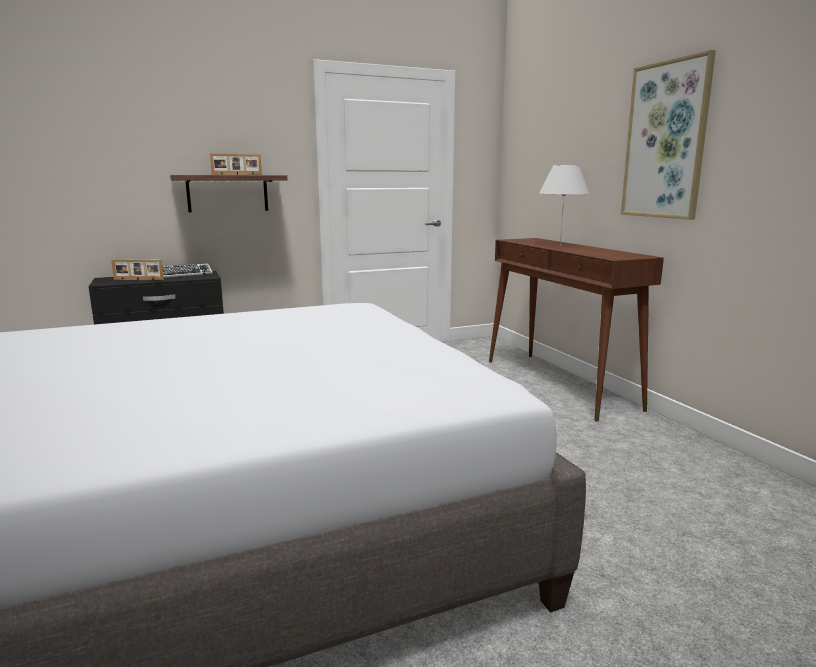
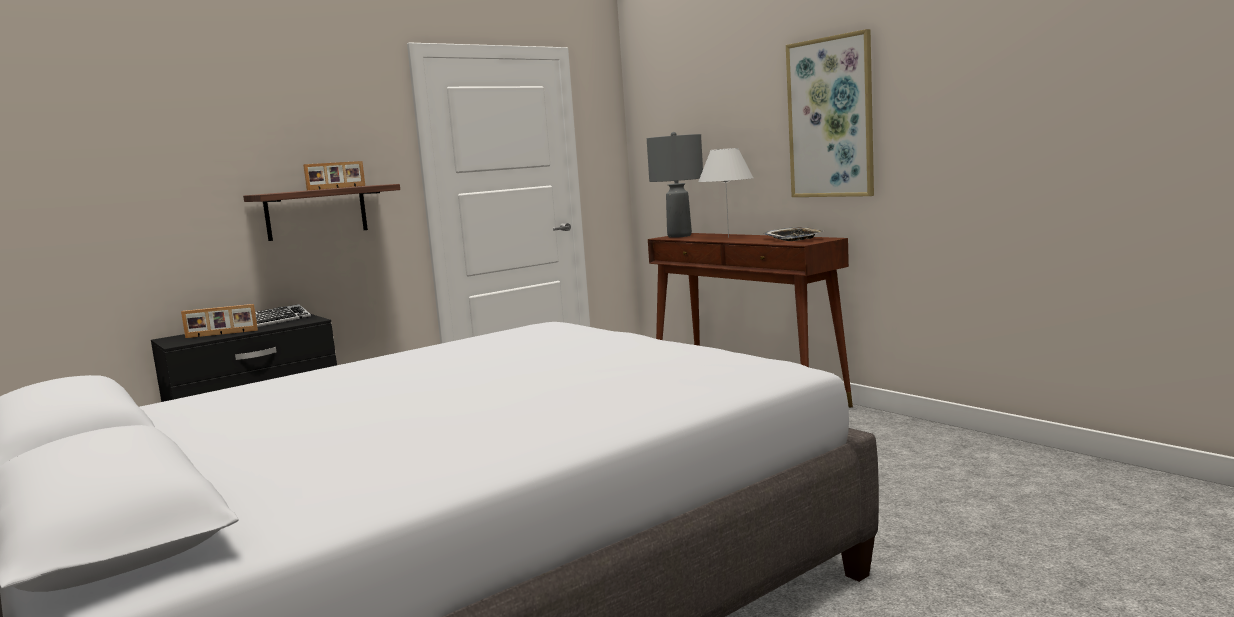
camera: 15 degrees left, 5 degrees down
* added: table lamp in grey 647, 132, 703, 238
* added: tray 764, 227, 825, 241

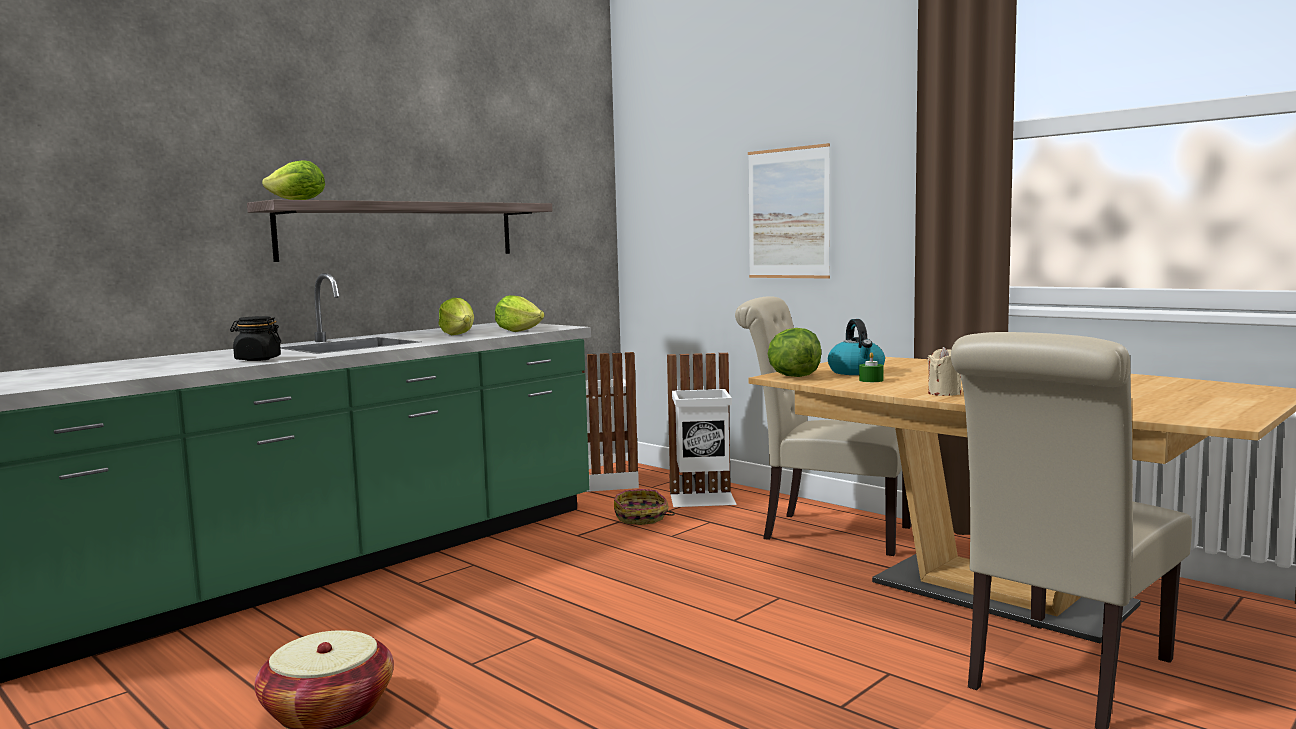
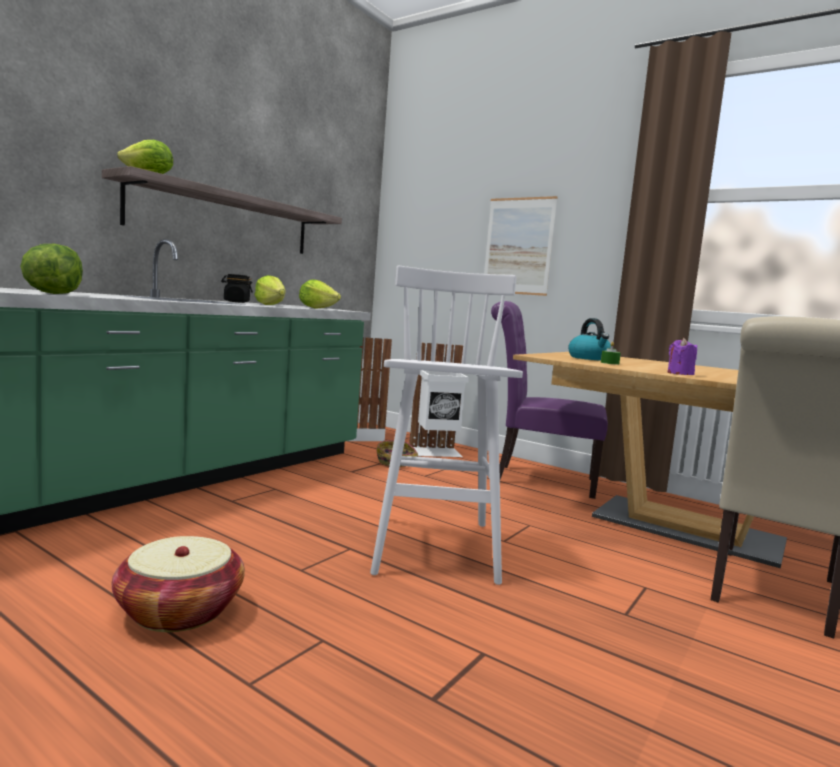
camera: 10 degrees left, 0 degrees up
* moved: lettuce 767, 328, 821, 377 to 20, 244, 83, 294
* moved: jar in black 230, 316, 281, 361 to 221, 274, 253, 303
* added: stool in white 370, 266, 523, 585
* recoloured: chair in beige 735, 296, 911, 556 to chair in purple 491, 301, 608, 499
* recoloured: candle in beige 927, 347, 961, 396 to candle in purple 668, 338, 697, 375

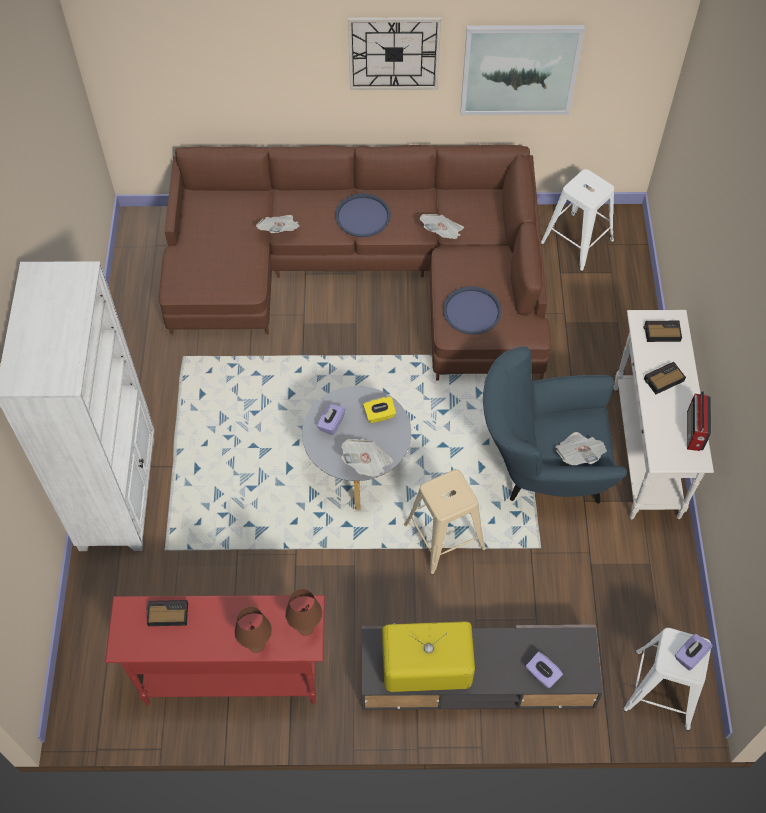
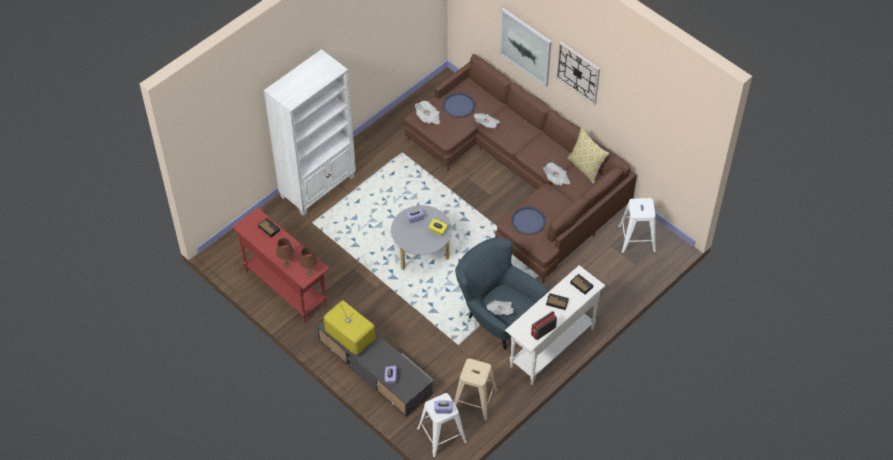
camera: 45 degrees right, 5 degrees down
* moved: newspaper 341, 439, 393, 477 to 415, 101, 440, 124
* moved: tray in blue 335, 194, 391, 237 to 443, 92, 475, 118
* moved: stool in beige 404, 469, 486, 575 to 454, 358, 498, 421
* moved: picture 460, 25, 585, 115 to 499, 8, 552, 87
* added: pillow 568, 127, 609, 184

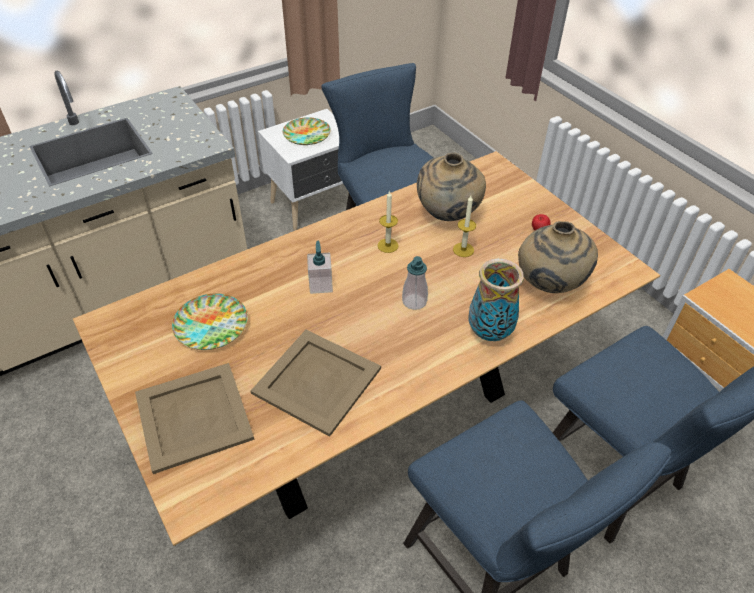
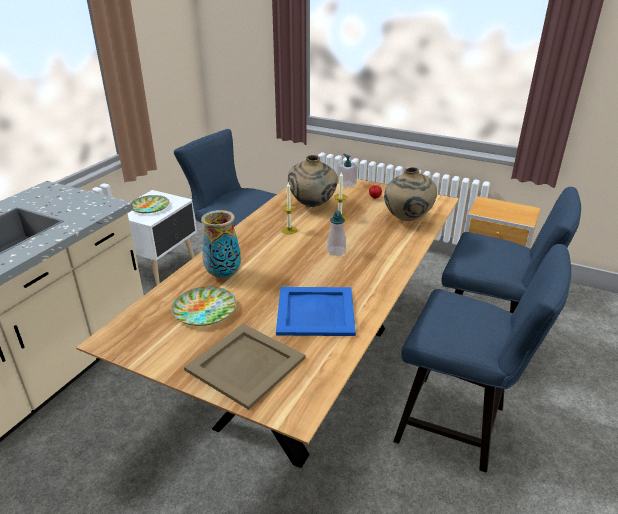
camera: 30 degrees left, 15 degrees down
* moved: vase 469, 259, 524, 341 to 201, 210, 241, 279
* recoloured: tray in beige 251, 330, 381, 437 to tray in blue 276, 287, 356, 336
* moved: soap dispenser 307, 241, 333, 294 to 338, 154, 357, 188

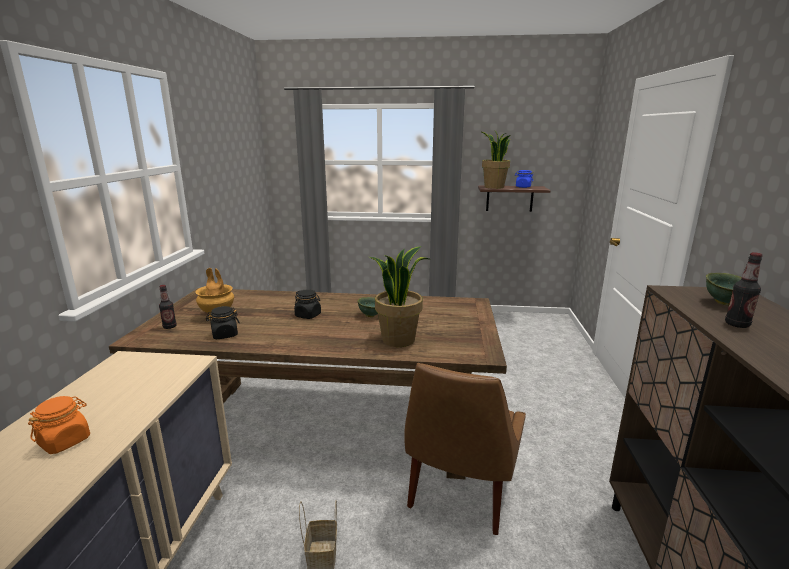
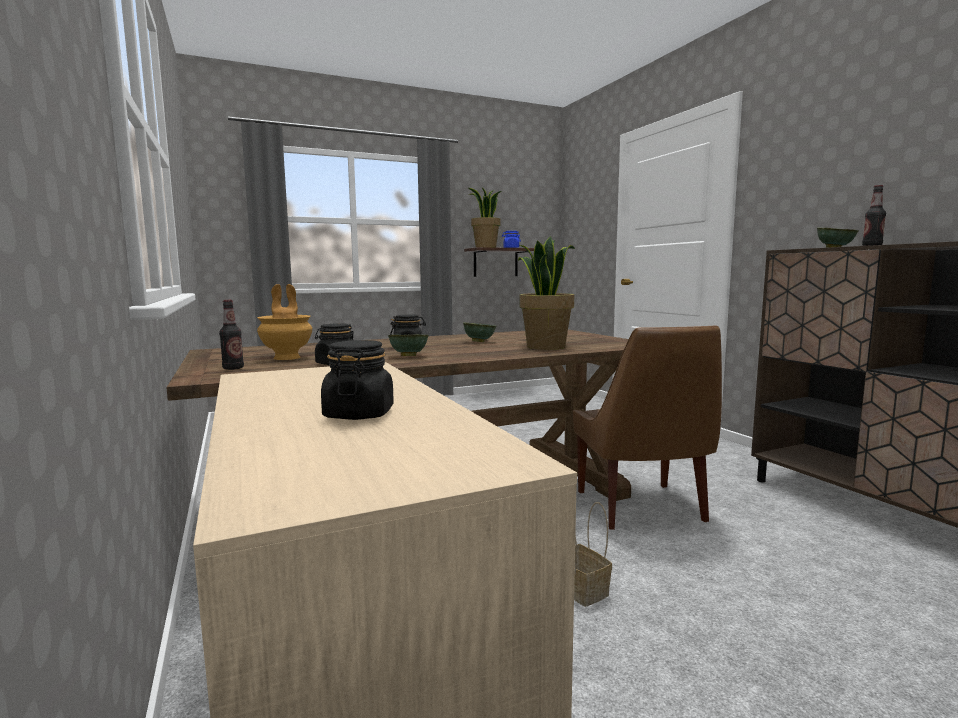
camera: 30 degrees left, 10 degrees down
* recoloured: jar in orange 28, 396, 90, 454 to jar in black 321, 340, 394, 420
* added: bowl in green 388, 335, 429, 356

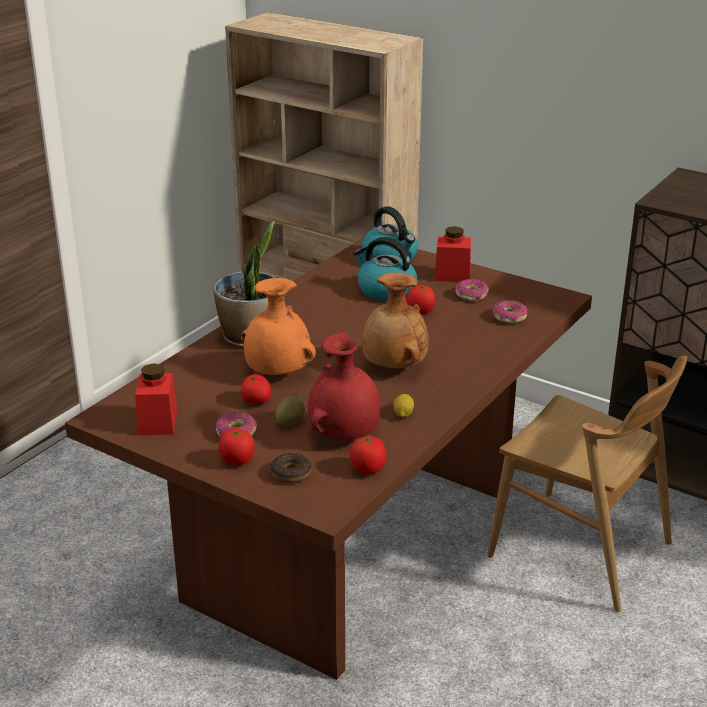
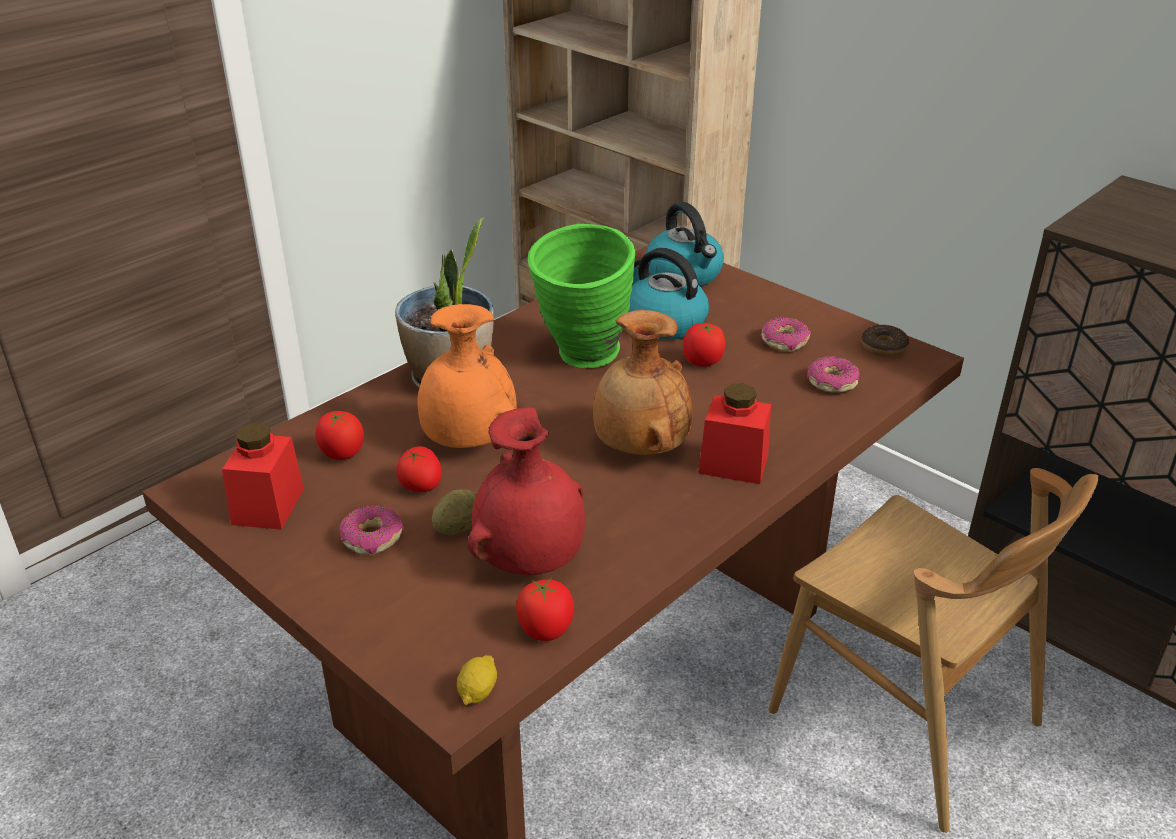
camera: 10 degrees right, 5 degrees up
* moved: tomato 219, 429, 255, 466 to 316, 411, 364, 460
* moved: lemon 394, 394, 414, 418 to 457, 655, 497, 705
* added: vase in green 528, 224, 635, 368
* moved: jar in red 434, 226, 471, 282 to 698, 383, 771, 484
* moved: donut 270, 453, 312, 483 to 861, 325, 909, 357

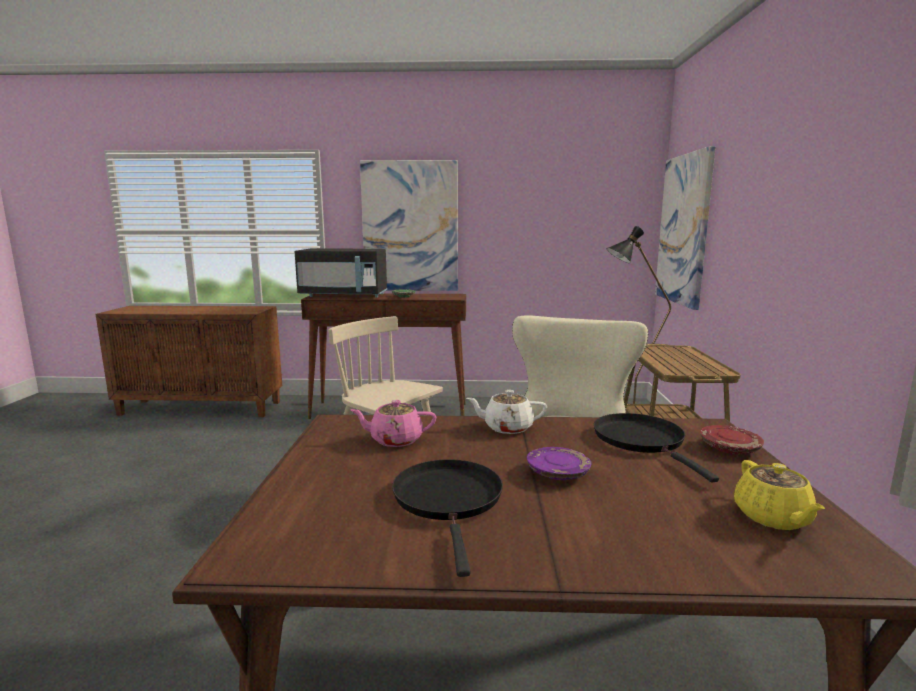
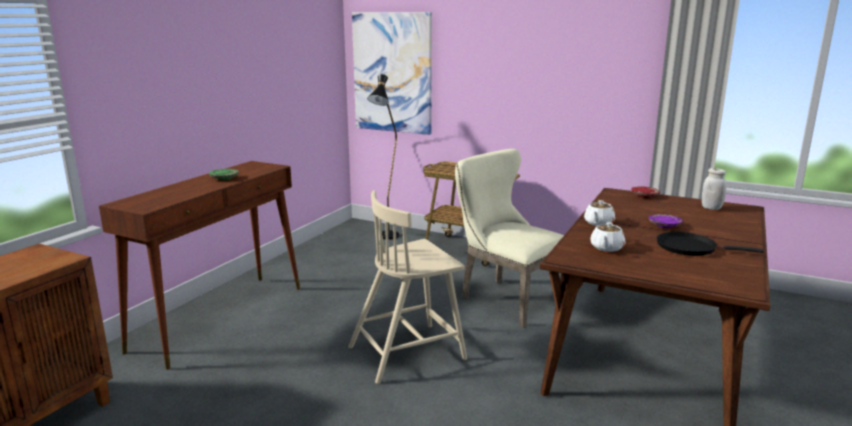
camera: 65 degrees left, 5 degrees up
* recoloured: teapot in pink 351, 400, 436, 447 to teapot in white 590, 222, 625, 252
* replaced: teapot in yellow 734, 460, 825, 530 to jar in white 702, 168, 726, 210
* removed: microwave in black 295, 248, 387, 298
* removed: picture 360, 160, 458, 291
* removed: frying pan in black 594, 413, 719, 483

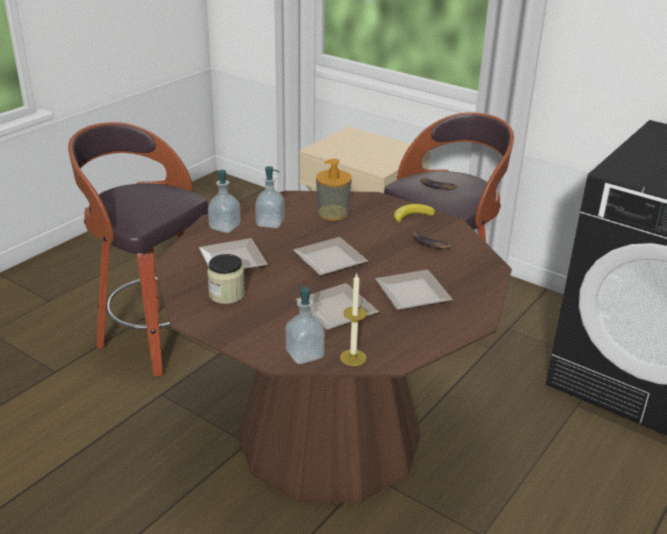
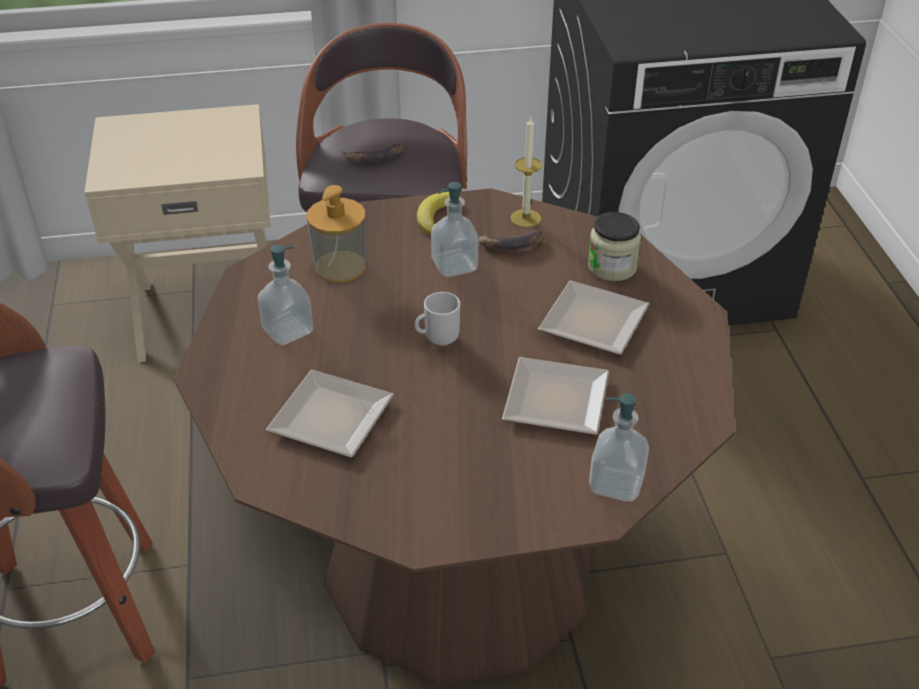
camera: 45 degrees left, 10 degrees up
* replaced: plate 293, 237, 368, 276 to mug 415, 292, 460, 346
* moved: soap dispenser 208, 170, 241, 233 to 431, 182, 478, 277
* moved: candle 340, 274, 367, 366 to 510, 116, 542, 228
* moved: jar 207, 254, 245, 304 to 588, 212, 641, 281

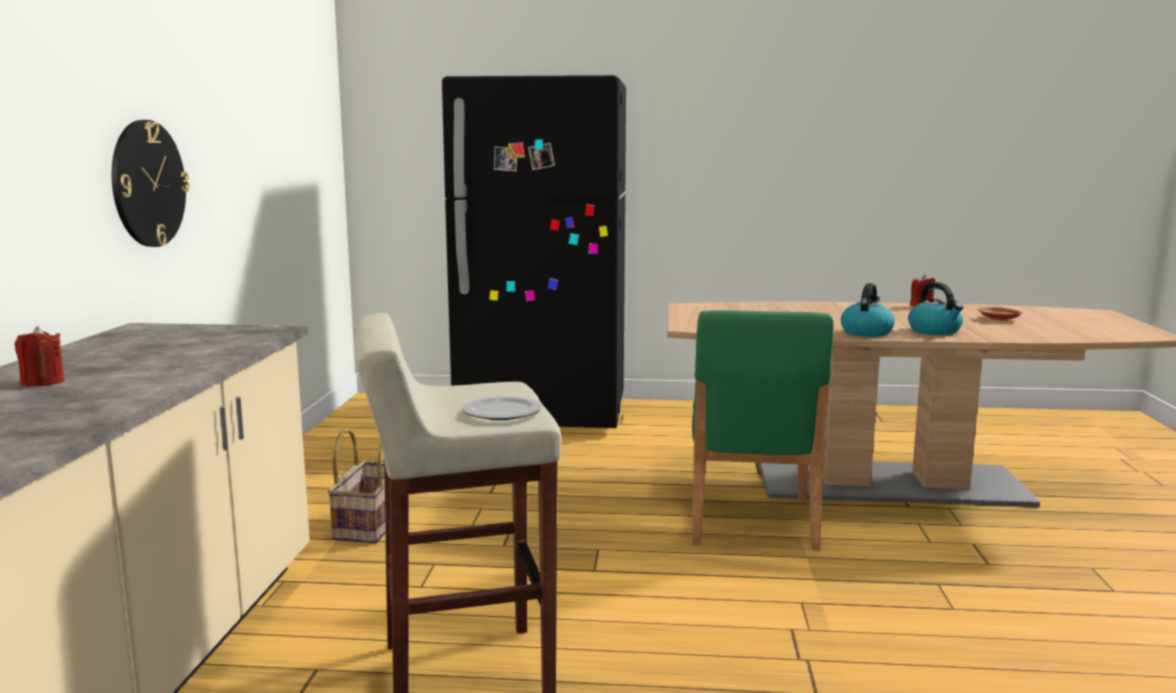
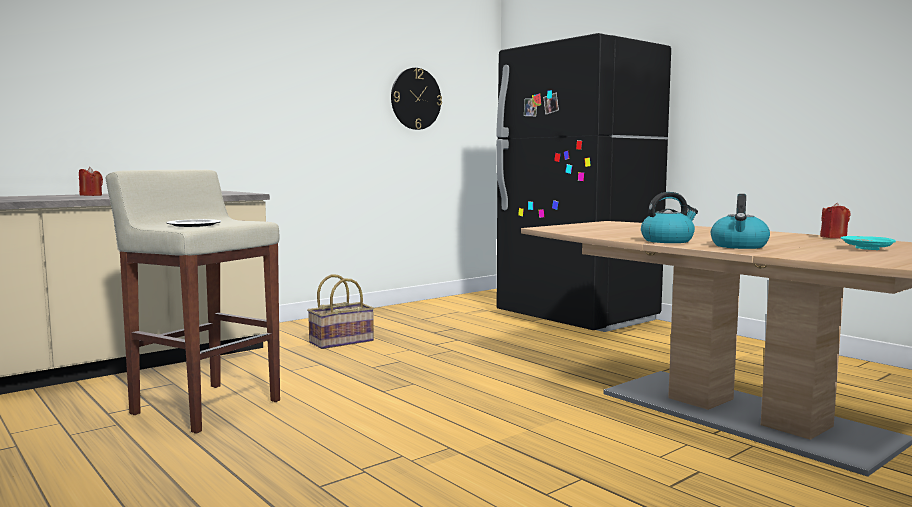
camera: 45 degrees right, 5 degrees down
* moved: wall clock 112, 120, 189, 247 to 391, 68, 442, 130
* recoloured: plate in brown 978, 307, 1022, 321 to plate in turquoise 841, 236, 896, 250
* removed: chair in green 692, 310, 834, 551

